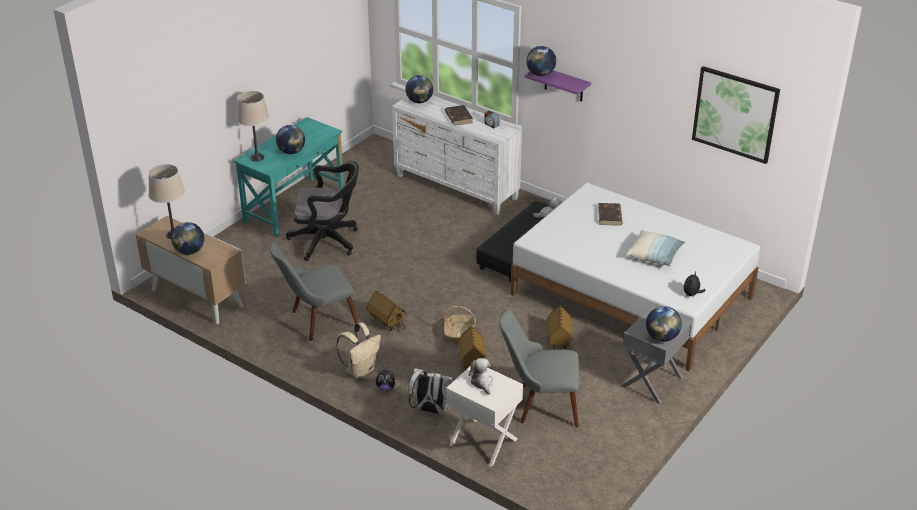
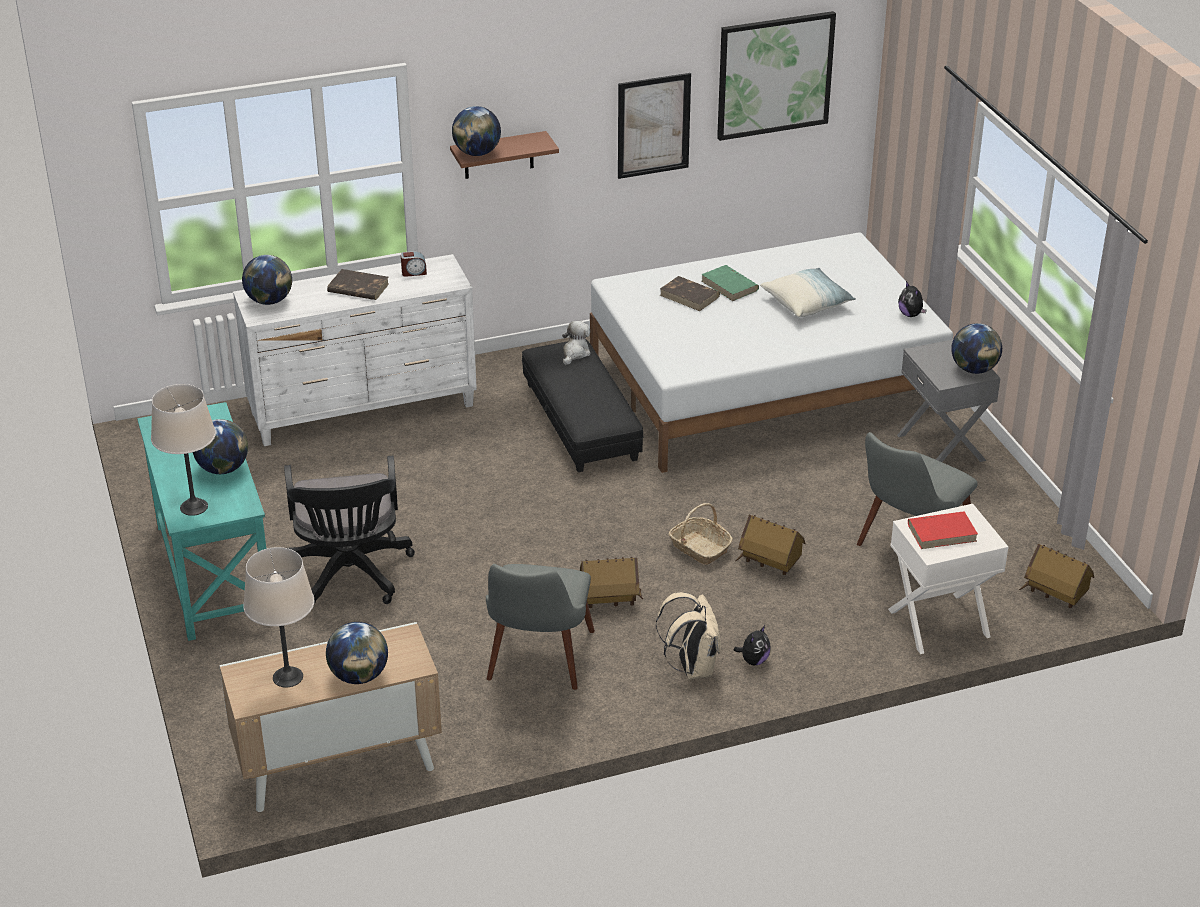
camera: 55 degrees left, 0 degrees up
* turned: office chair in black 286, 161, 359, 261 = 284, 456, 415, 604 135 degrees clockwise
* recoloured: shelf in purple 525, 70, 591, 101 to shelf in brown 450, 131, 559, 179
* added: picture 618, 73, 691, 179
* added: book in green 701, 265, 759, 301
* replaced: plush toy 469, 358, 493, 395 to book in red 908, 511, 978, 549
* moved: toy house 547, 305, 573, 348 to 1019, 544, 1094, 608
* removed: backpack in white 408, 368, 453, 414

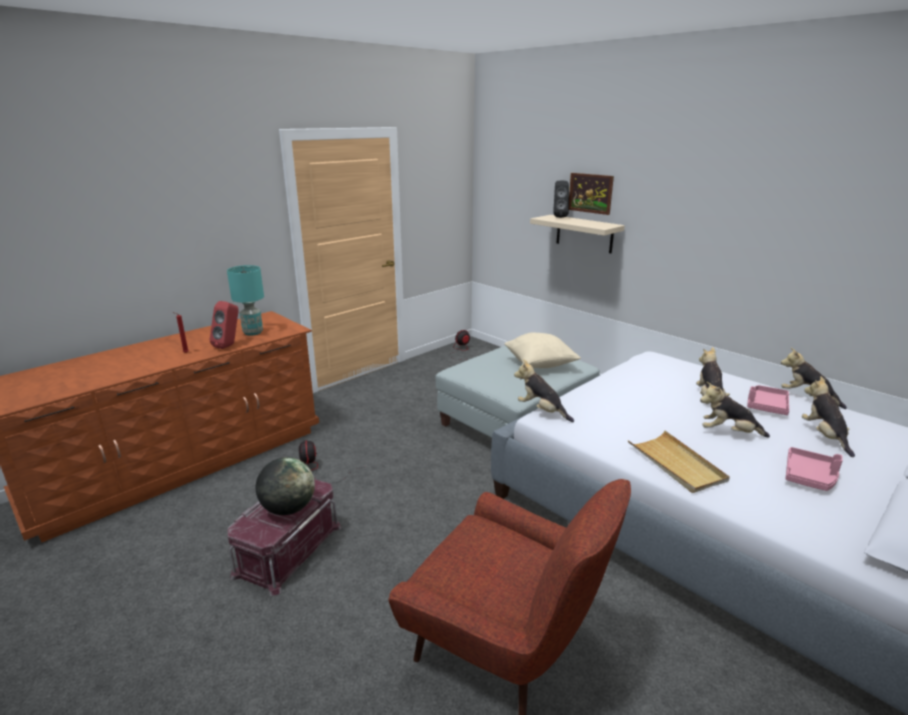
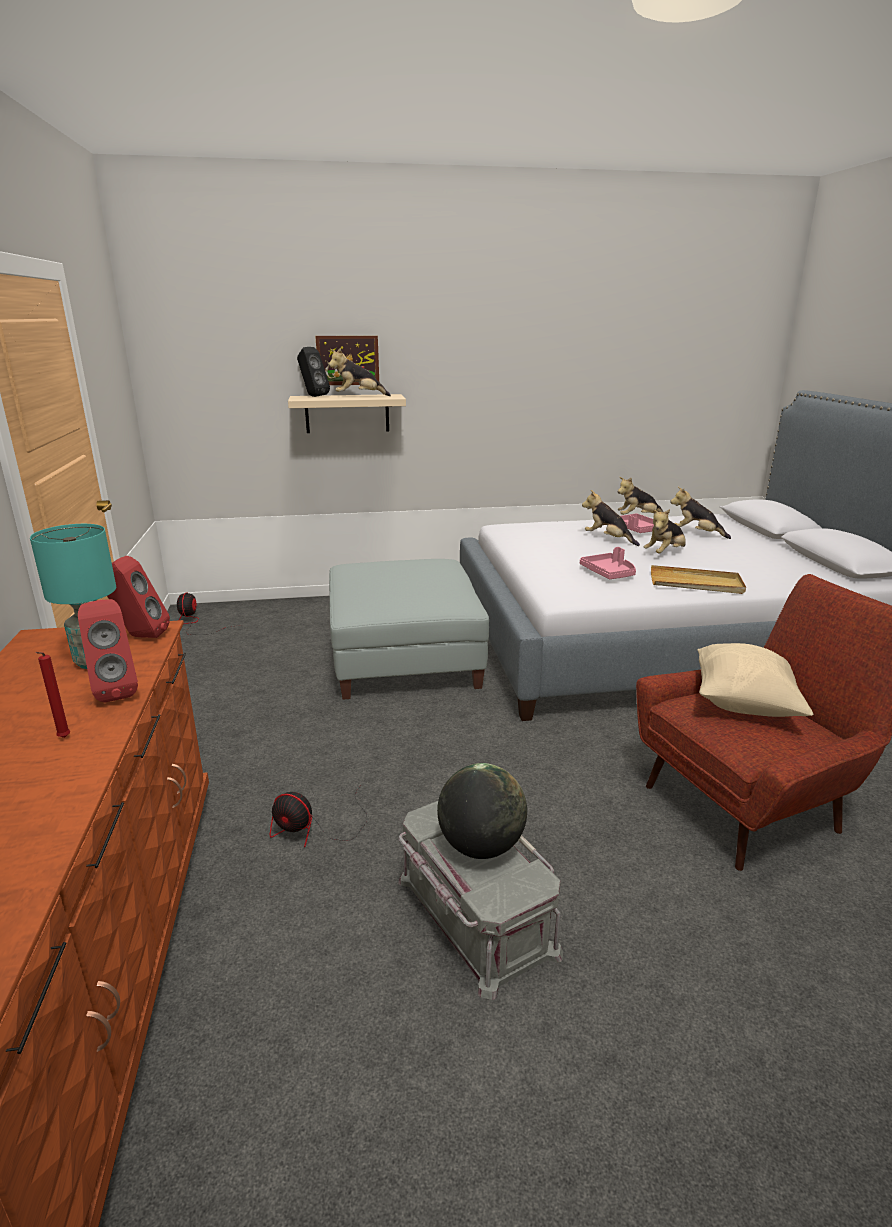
camera: 55 degrees left, 0 degrees up
* added: speaker in red 107, 556, 170, 638
* moved: plush toy 514, 359, 574, 422 to 328, 348, 391, 396
* recoloured: storage box in red 228, 479, 341, 596 to storage box in grey 398, 801, 563, 1000
* moved: tray in pink 785, 447, 843, 491 to 580, 547, 636, 579
* moved: pillow in beige 504, 333, 581, 368 to 697, 643, 814, 717

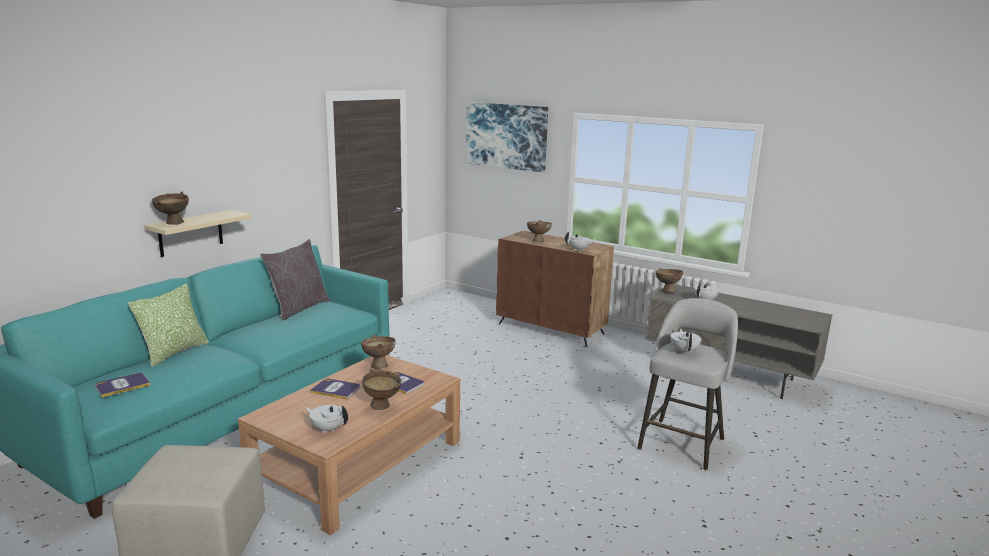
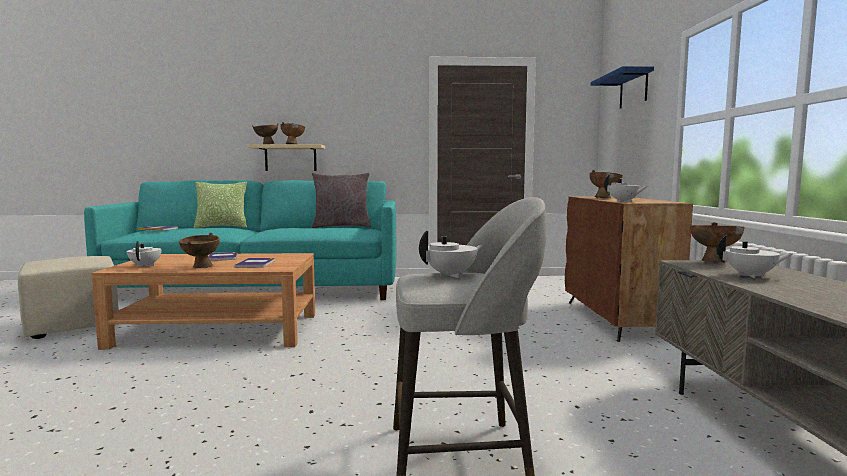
camera: 55 degrees right, 10 degrees down
* moved: bowl in brown 361, 335, 396, 369 to 280, 122, 305, 144
* replaced: picture 466, 102, 548, 172 to shelf in blue 591, 66, 654, 109

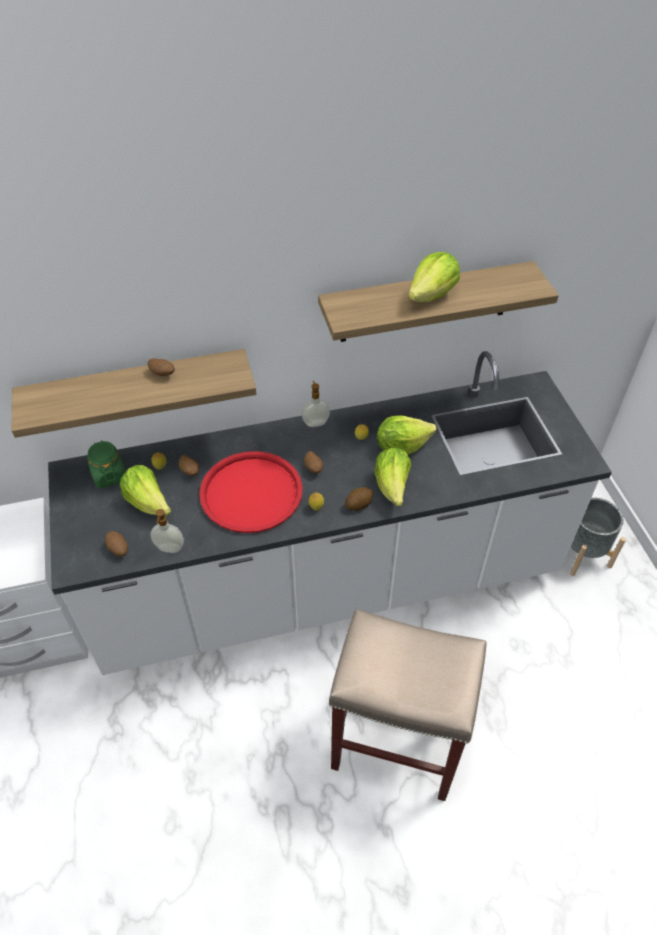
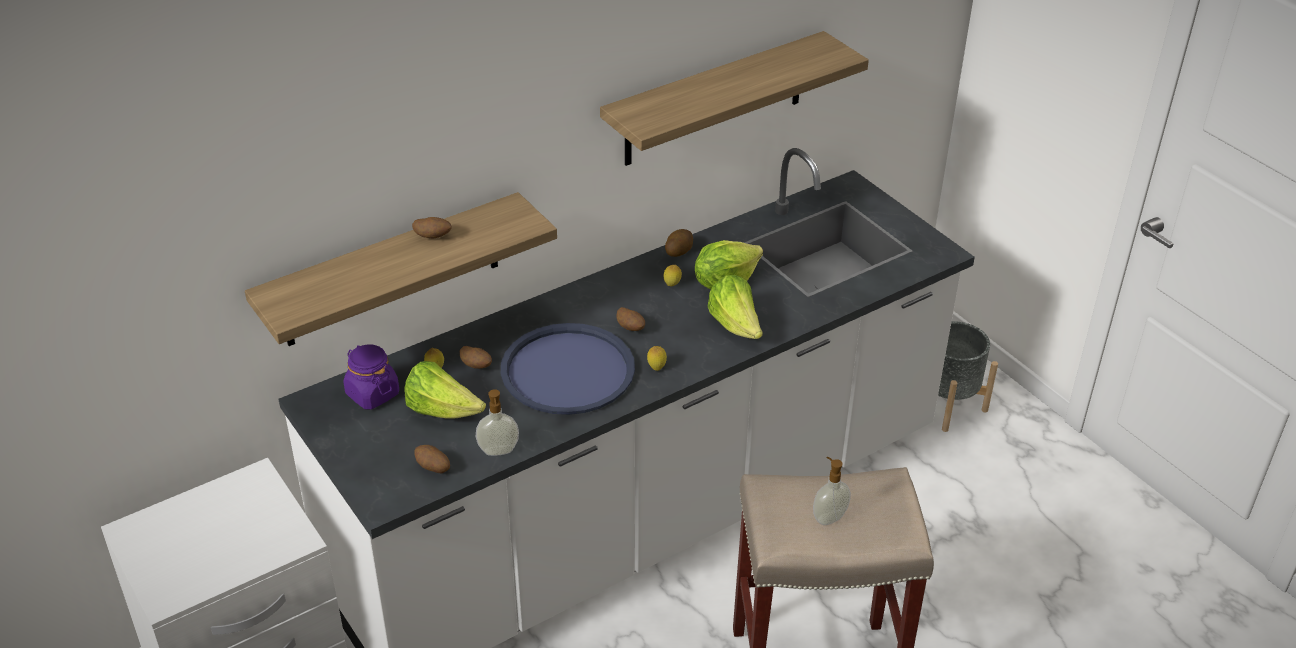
camera: 20 degrees left, 10 degrees down
* recoloured: jar in green 87, 440, 126, 489 to jar in purple 344, 345, 399, 409
* recoloured: tray in red 199, 451, 303, 533 to tray in blue 501, 323, 635, 415
* moved: potato 345, 487, 373, 511 to 665, 229, 693, 257
* moved: soap dispenser 302, 381, 330, 427 to 813, 457, 851, 525
* removed: lettuce 408, 252, 460, 302

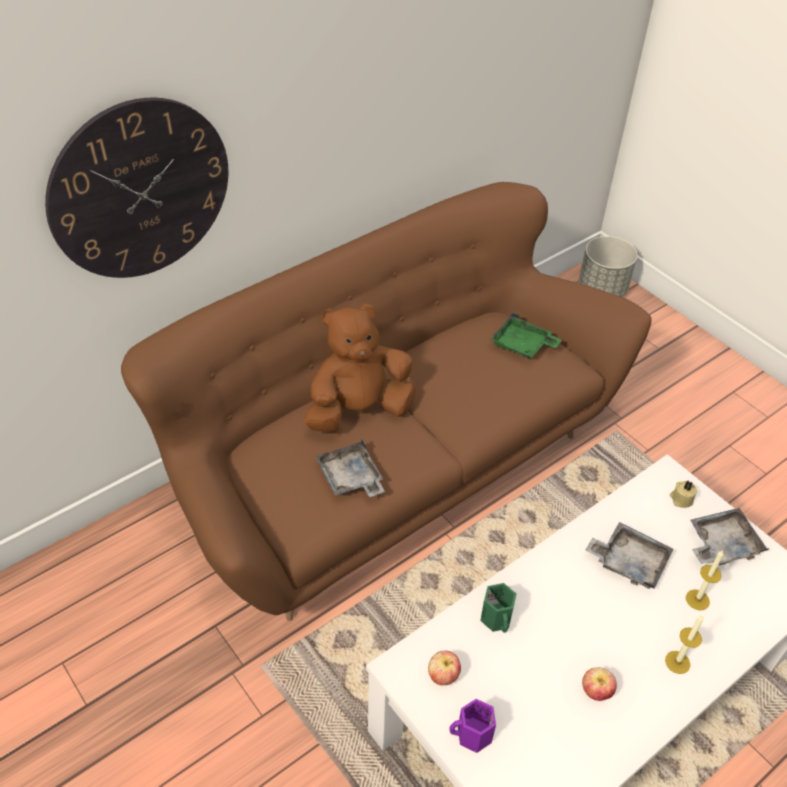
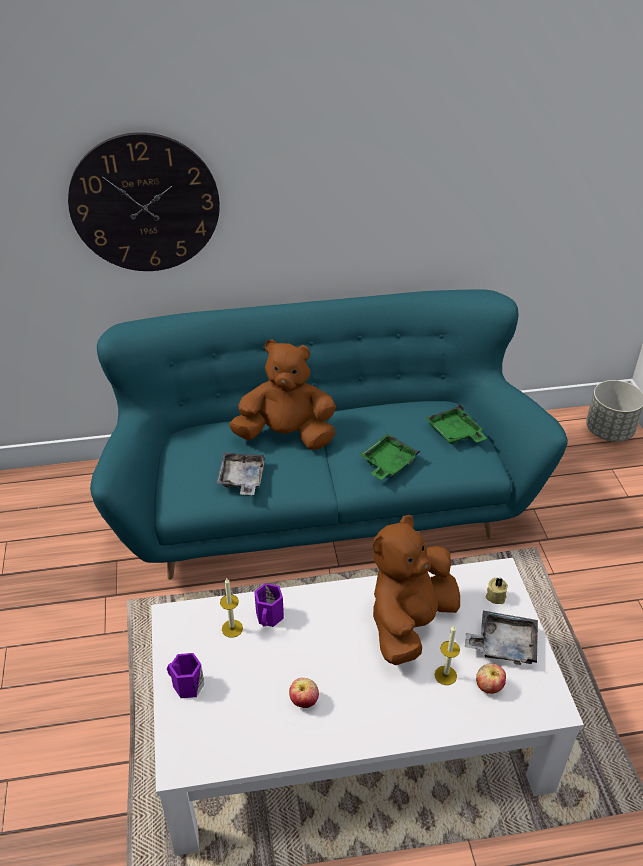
camera: 30 degrees right, 5 degrees down
* recoloured: sofa in brown 121, 182, 652, 621 to sofa in turquoise 90, 289, 568, 580
* moved: candle 665, 615, 704, 674 to 220, 578, 243, 638
* recoloured: mug in green 480, 583, 516, 633 to mug in purple 254, 583, 284, 627
* added: tray in green 360, 434, 420, 480
* replaced: tray in grey 585, 522, 673, 589 to plush toy in brown 373, 515, 460, 665
* moved: apple 428, 651, 461, 685 to 476, 663, 506, 694

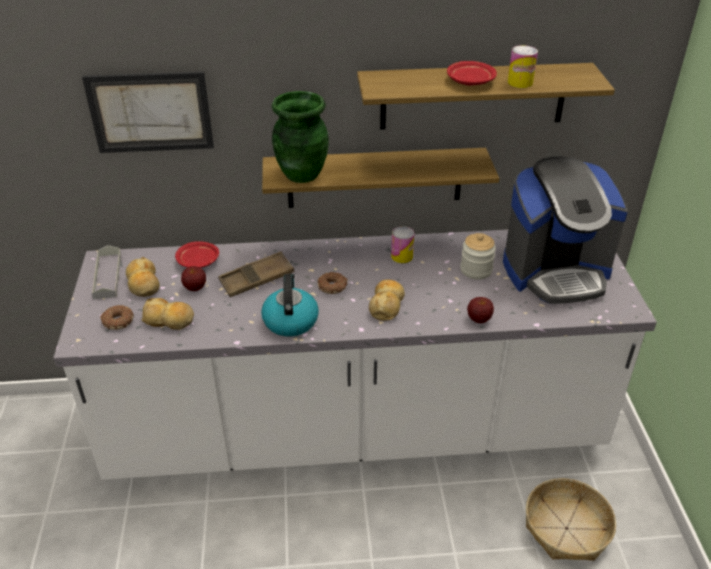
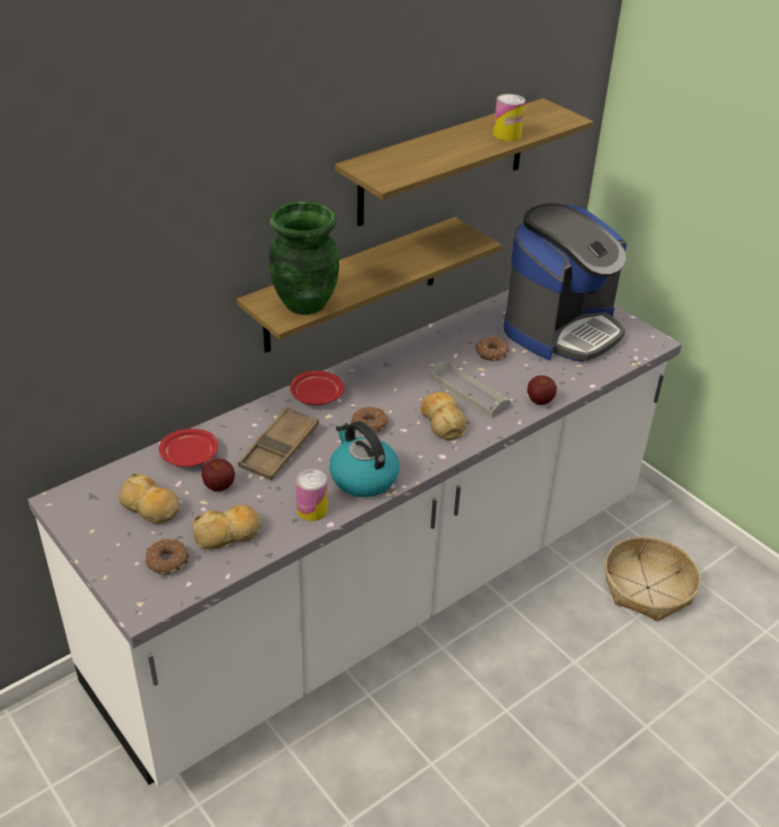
camera: 35 degrees left, 0 degrees up
* moved: plate in red 447, 61, 497, 86 to 290, 371, 344, 405
* moved: can 391, 226, 414, 263 to 296, 469, 328, 521
* moved: tray in grey 92, 245, 121, 299 to 430, 362, 511, 418
* replaced: jar 460, 233, 496, 280 to donut 475, 337, 509, 361
* removed: picture 82, 71, 214, 153

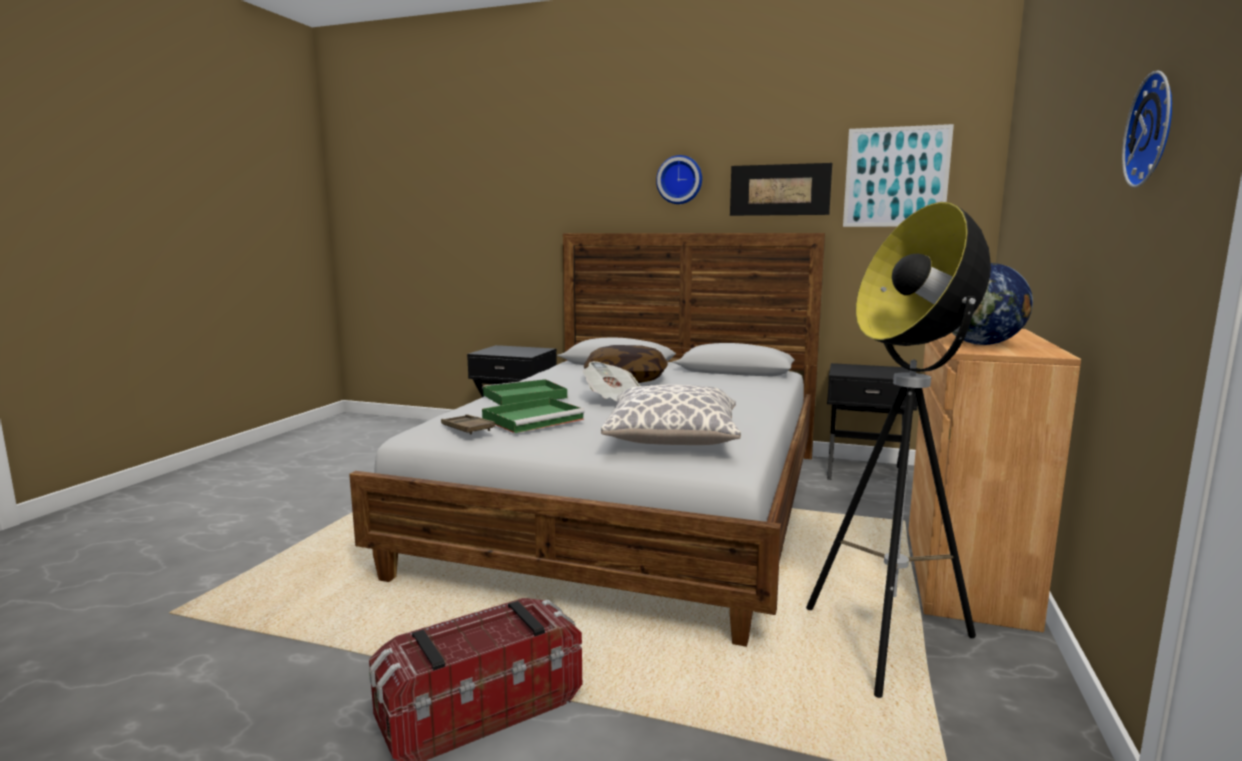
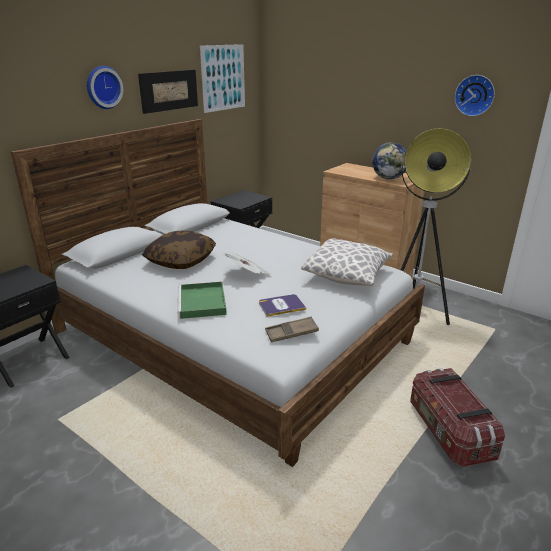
camera: 70 degrees left, 15 degrees up
* replaced: tray in green 482, 397, 585, 433 to book 259, 294, 306, 317

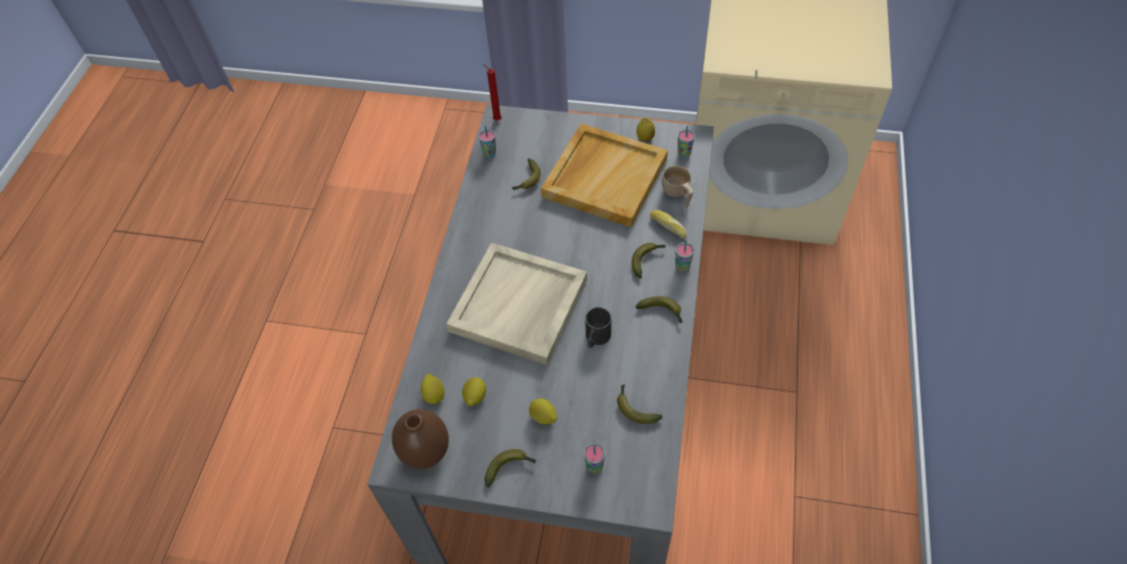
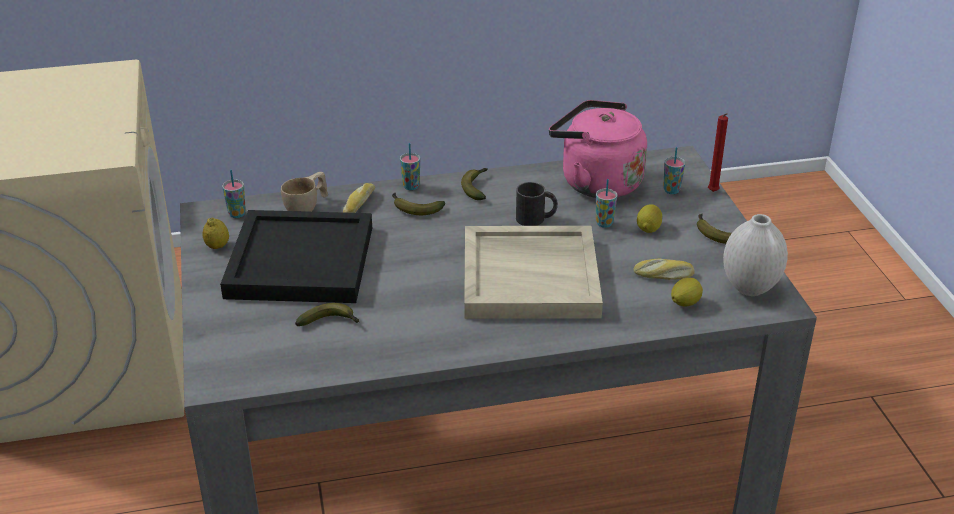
camera: 115 degrees left, 20 degrees down
* recoloured: tray in beige 541, 124, 668, 227 to tray in black 220, 210, 372, 303
* replaced: banana 617, 384, 663, 424 to kettle in pink 549, 100, 647, 198
* moved: cup 479, 125, 496, 158 to 596, 179, 618, 228
* replaced: lemon 462, 378, 486, 406 to bread 634, 259, 695, 280
* moved: candle in red 483, 64, 502, 121 to 708, 113, 728, 192
* recoloured: vase in brown 392, 409, 449, 469 to vase in white 723, 214, 788, 296

